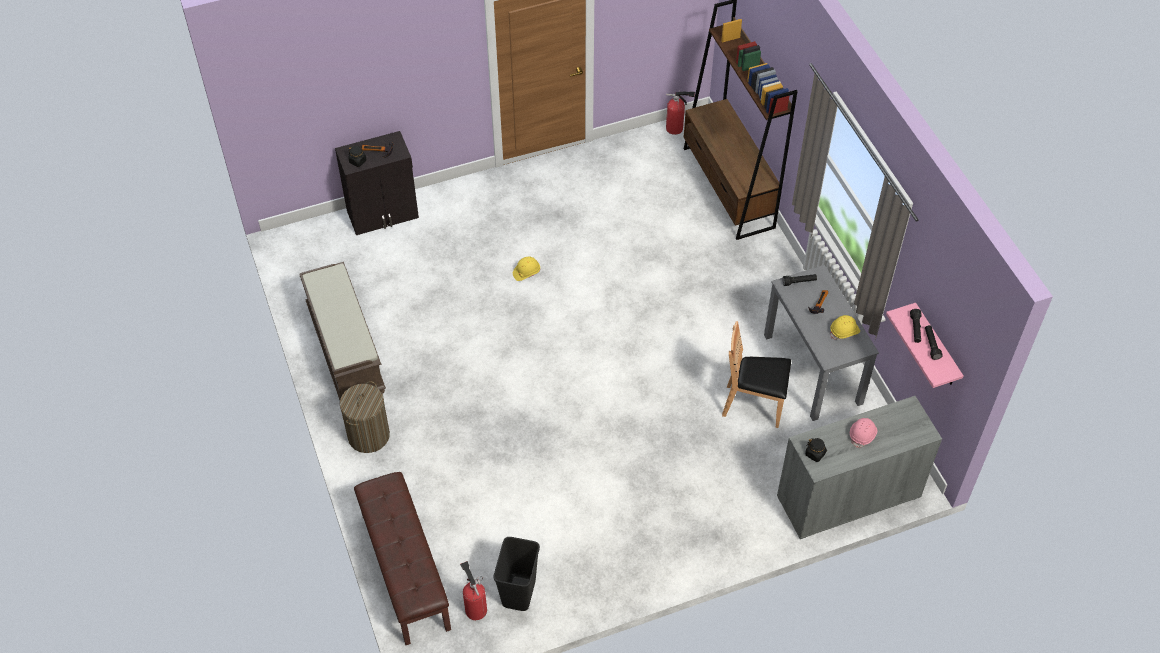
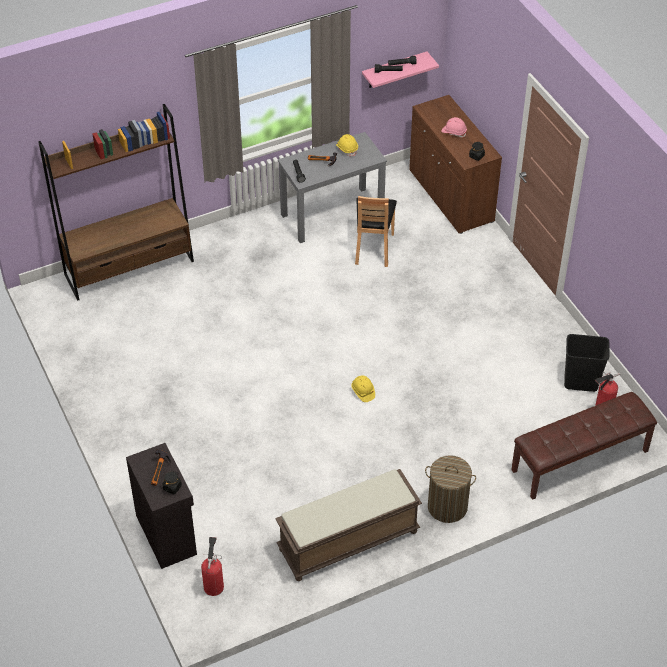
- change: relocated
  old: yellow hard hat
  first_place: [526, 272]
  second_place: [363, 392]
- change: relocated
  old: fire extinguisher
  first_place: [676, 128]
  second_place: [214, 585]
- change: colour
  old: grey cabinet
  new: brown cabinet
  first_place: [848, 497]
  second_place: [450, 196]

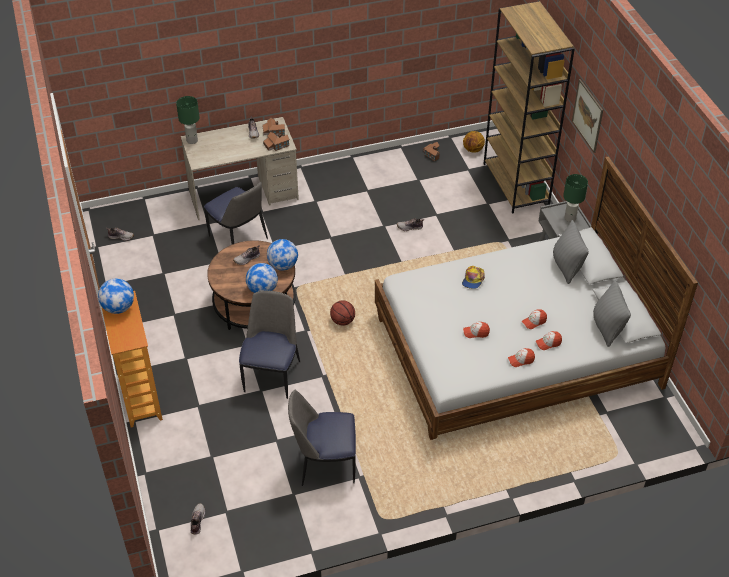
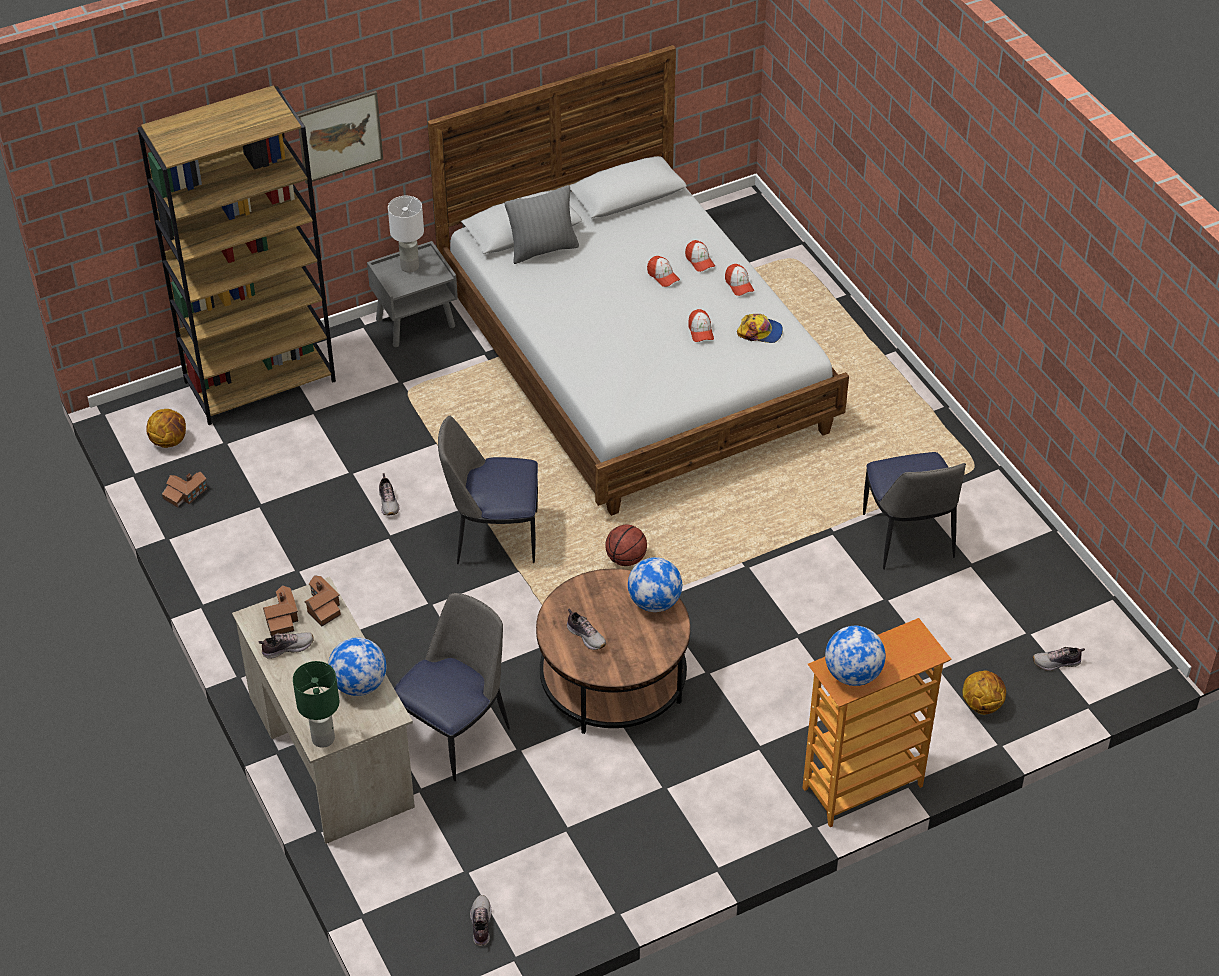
- change: relocated
  old: chair
  first_place: [272, 374]
  second_place: [493, 537]
- change: relocated
  old: globe
  first_place: [283, 265]
  second_place: [359, 685]
- change: relocated
  old: cap
  first_place: [473, 279]
  second_place: [760, 332]
- change: colour
  old: green table lamp
  new: white table lamp
  first_place: [570, 218]
  second_place: [409, 266]
- change: missing
  old: grey pillow
  first_place: [607, 328]
- change: appeared
  new: basketball
  second_place: [981, 704]

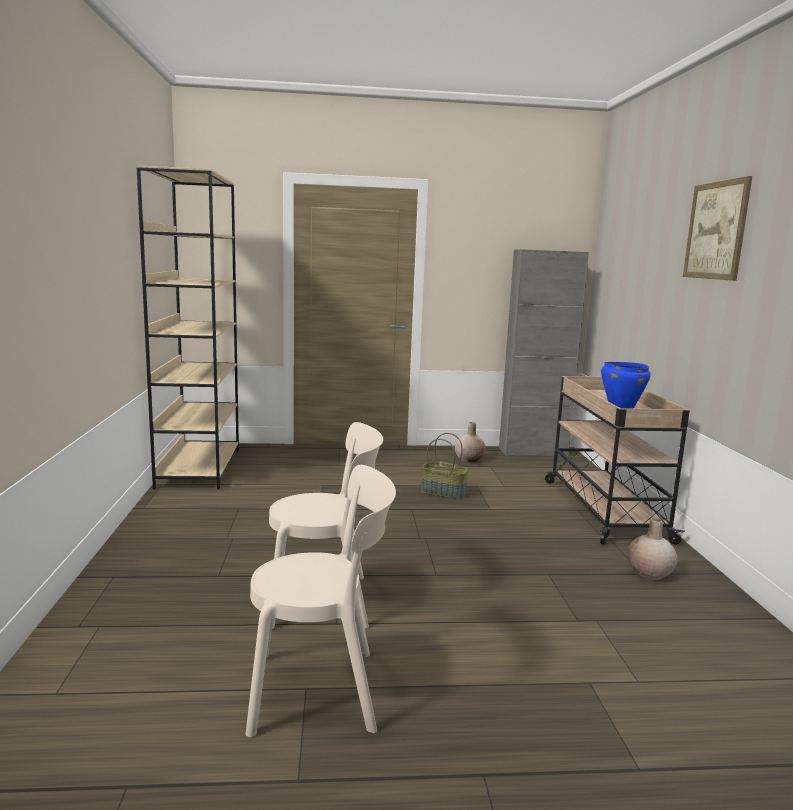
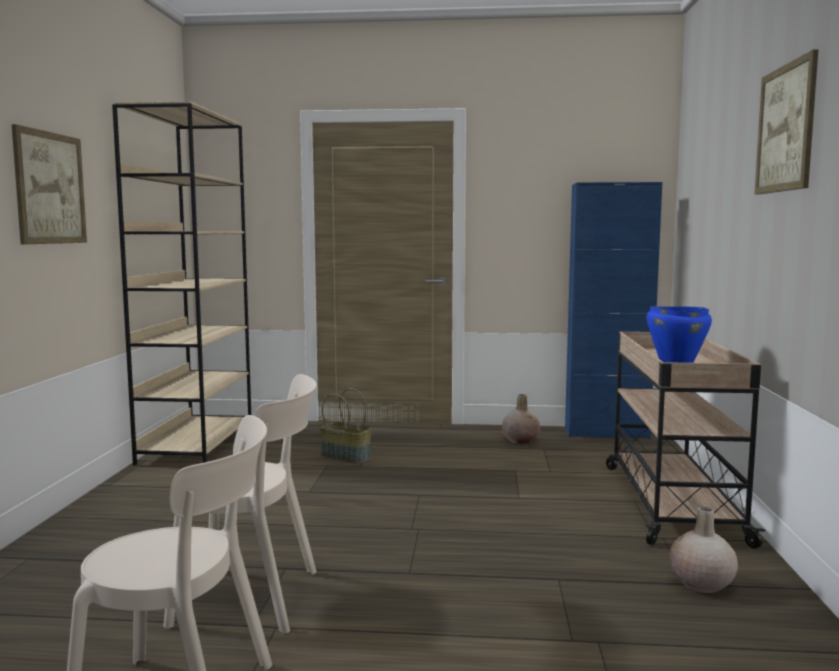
- change: relocated
  old: basket
  first_place: [444, 492]
  second_place: [346, 457]
- change: colour
  old: grey cabinet
  new: blue cabinet
  first_place: [533, 452]
  second_place: [606, 433]
- change: appeared
  new: picture
  second_place: [50, 188]

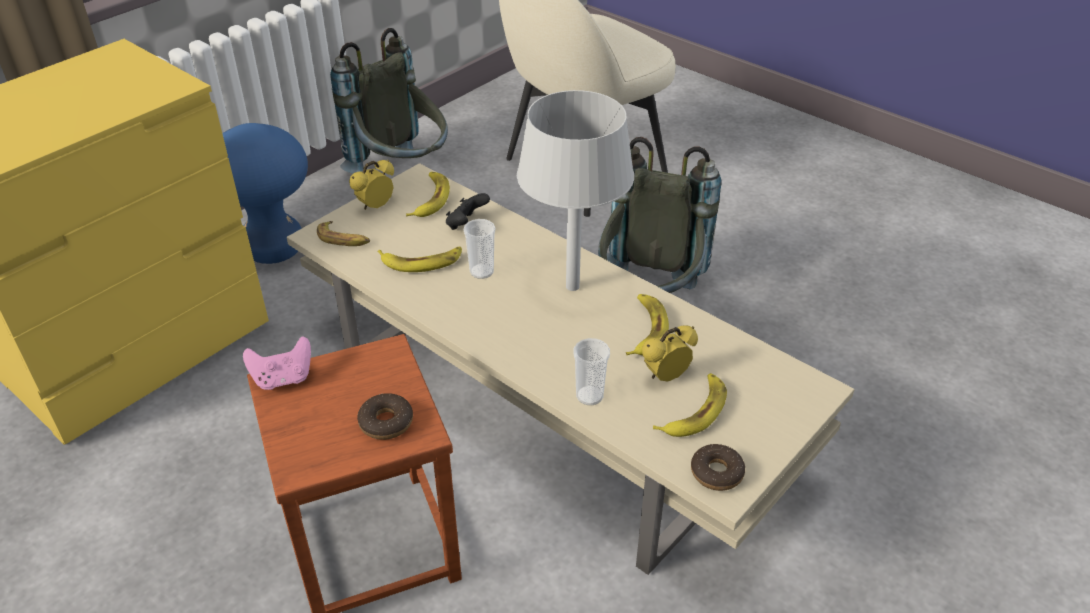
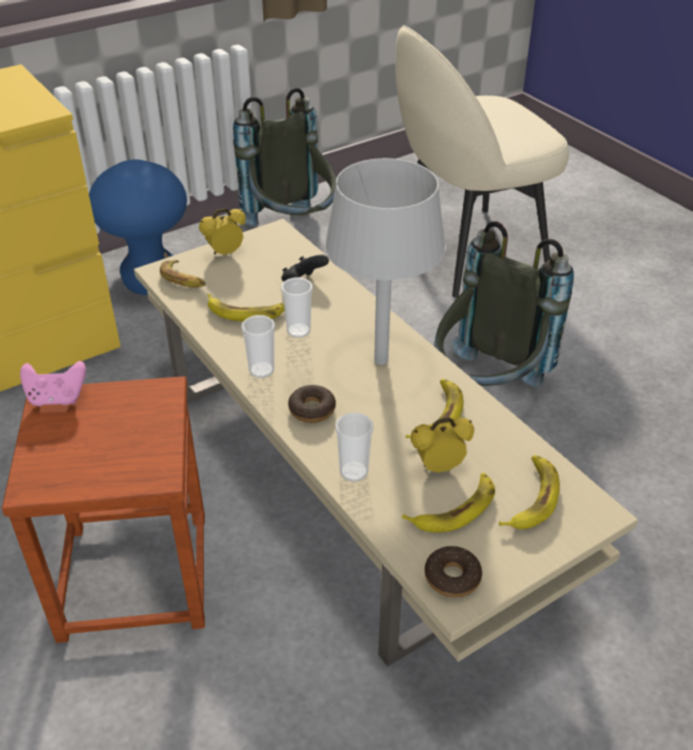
- change: relocated
  old: donut
  first_place: [386, 422]
  second_place: [312, 409]
- change: relocated
  old: banana
  first_place: [430, 199]
  second_place: [531, 498]
- change: appeared
  new: cup
  second_place: [261, 370]

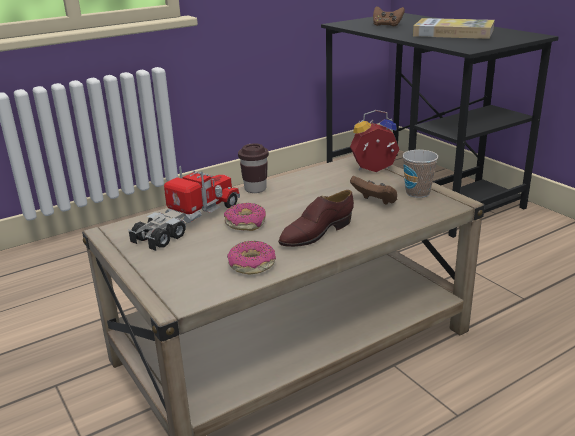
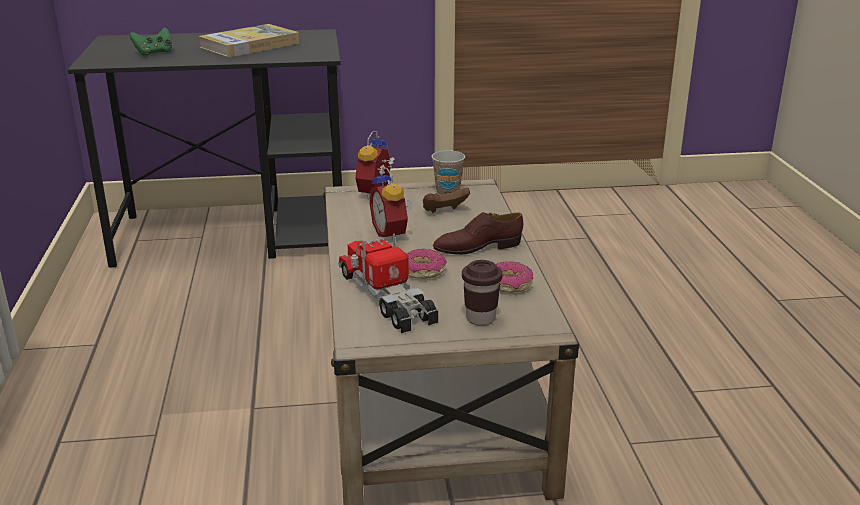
- change: relocated
  old: brown cup
  first_place: [255, 189]
  second_place: [480, 319]
- change: spun
  old: brown shoe
  first_place: [316, 233]
  second_place: [477, 247]
  degrees: 90
- change: colour
  old: brown game controller
  new: green game controller
  first_place: [387, 25]
  second_place: [154, 53]
- change: appeared
  new: alarm clock
  second_place: [392, 234]

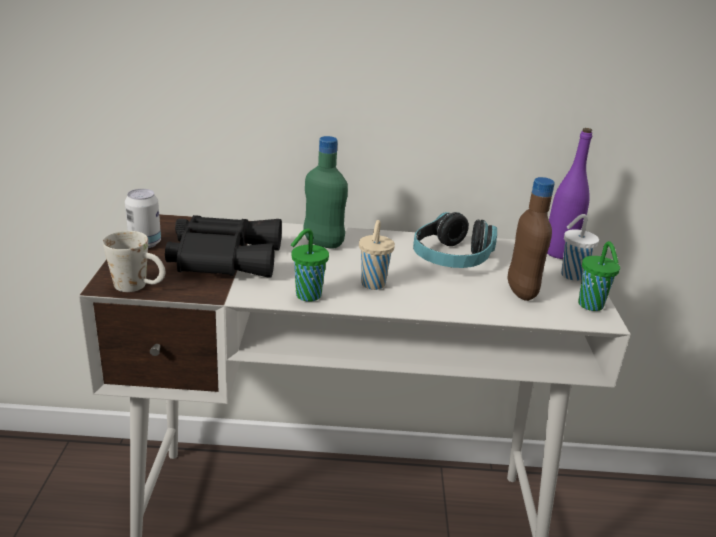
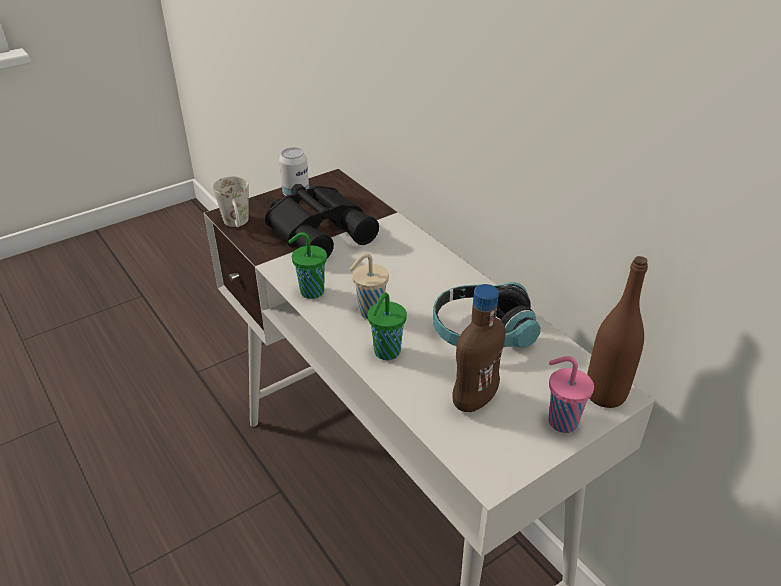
- change: missing
  old: green bottle
  first_place: [323, 243]
- change: colour
  old: purple bottle
  new: brown bottle
  first_place: [559, 252]
  second_place: [605, 394]
- change: colour
  old: white cup
  new: pink cup
  first_place: [570, 275]
  second_place: [561, 421]
- change: relocated
  old: green cup
  first_place: [591, 306]
  second_place: [386, 353]

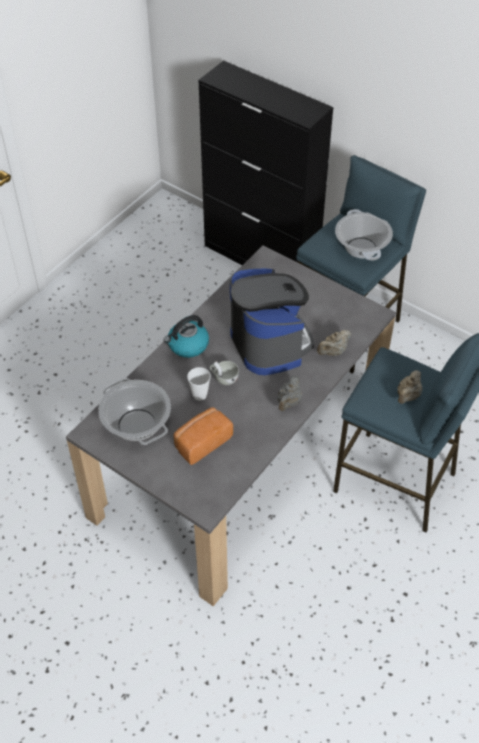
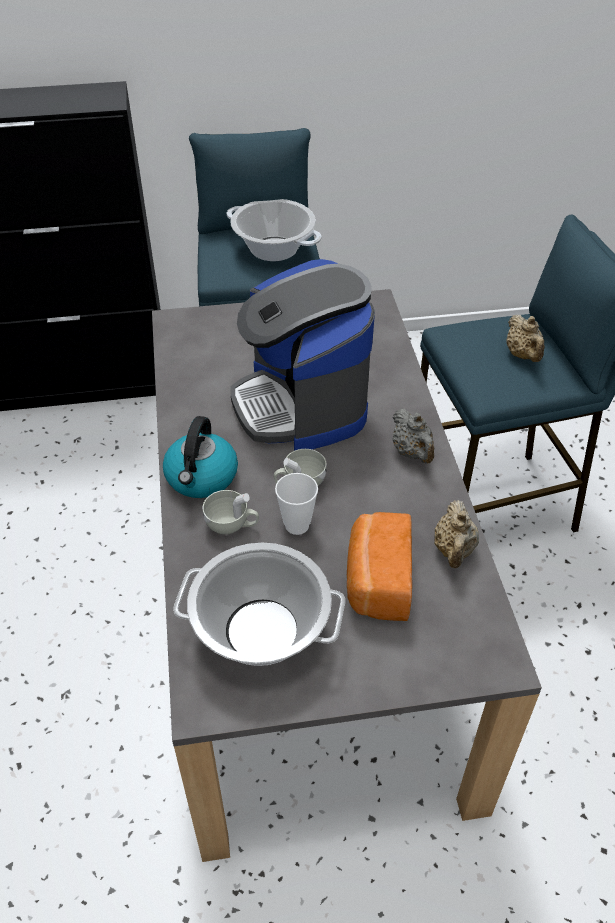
- change: spun
  old: coffee machine
  first_place: [269, 343]
  second_place: [301, 405]
  degrees: -135
- change: relocated
  old: beige teapot
  first_place: [333, 352]
  second_place: [454, 550]
- change: appeared
  new: white cup
  second_place: [232, 525]

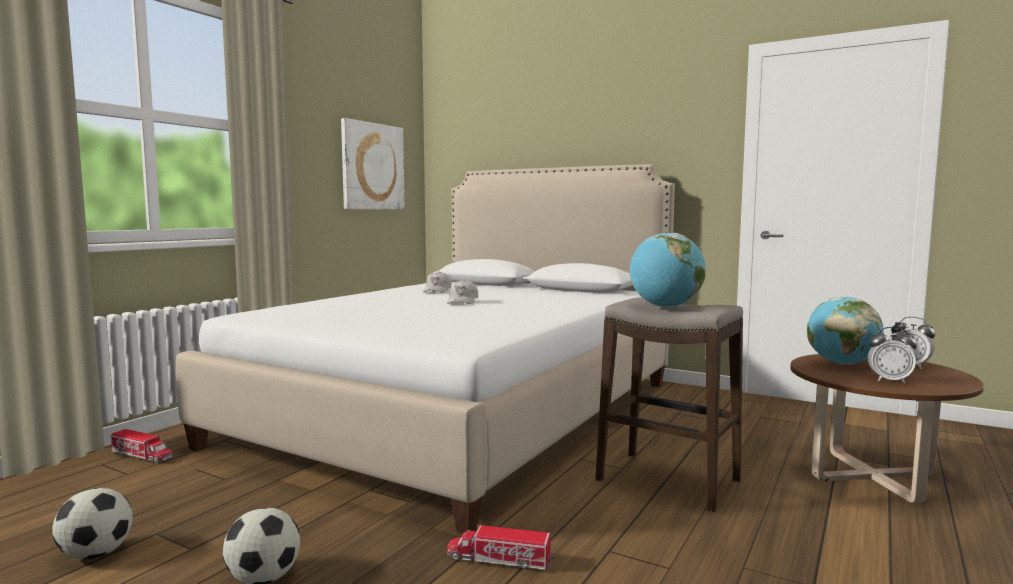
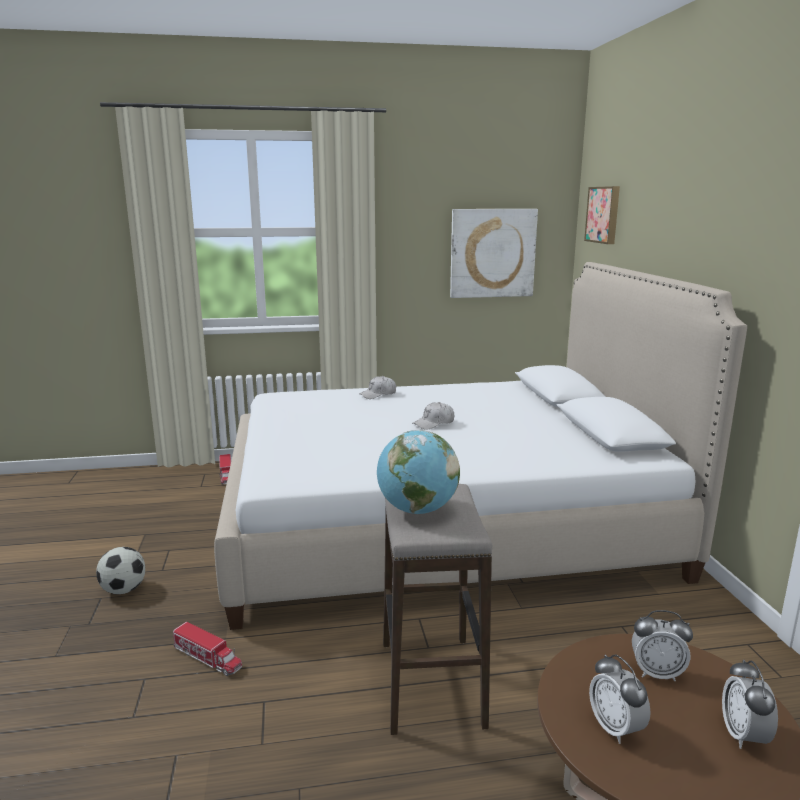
- change: missing
  old: football
  first_place: [96, 553]
- change: relocated
  old: white cap
  first_place: [437, 290]
  second_place: [378, 394]
- change: spun
  old: toy truck
  first_place: [499, 560]
  second_place: [208, 658]
  degrees: 150
- change: exchanged
  old: globe
  new: alarm clock
  first_place: [841, 363]
  second_place: [656, 673]
- change: appeared
  new: picture
  second_place: [604, 214]

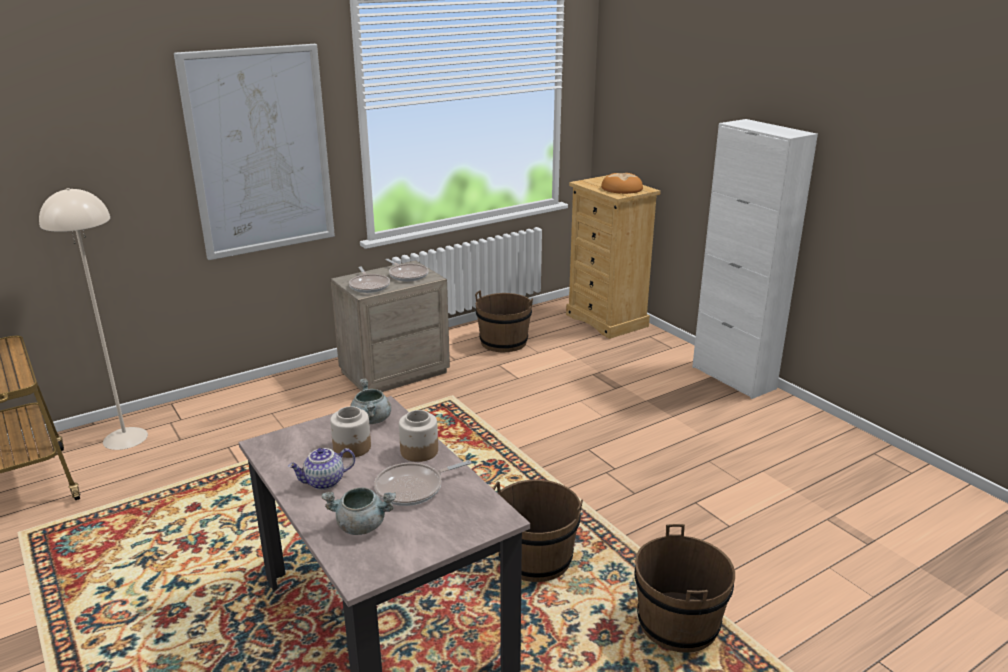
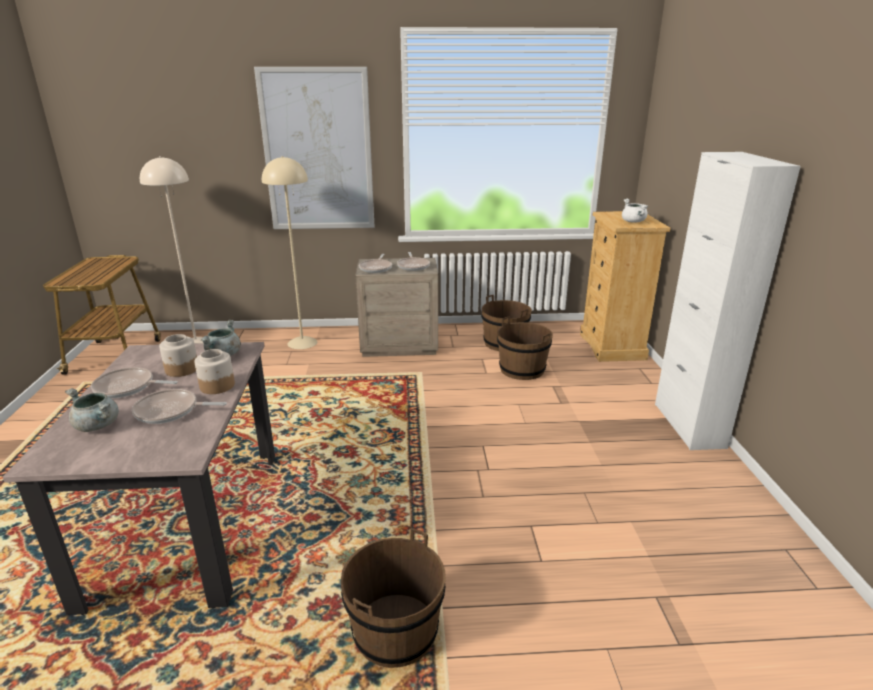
- change: exchanged
  old: teapot
  new: frying pan
  first_place: [324, 482]
  second_place: [127, 387]
- change: relocated
  old: brown bucket
  first_place: [535, 558]
  second_place: [522, 369]
- change: exchanged
  old: bread
  new: white cooking pot
  first_place: [622, 189]
  second_place: [633, 222]
- change: appeared
  new: beige floor lamp
  second_place: [302, 342]

